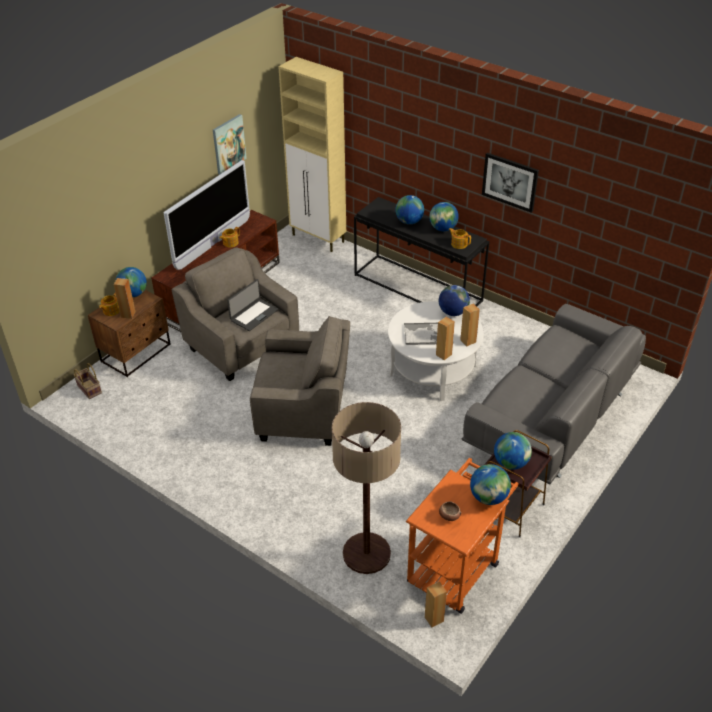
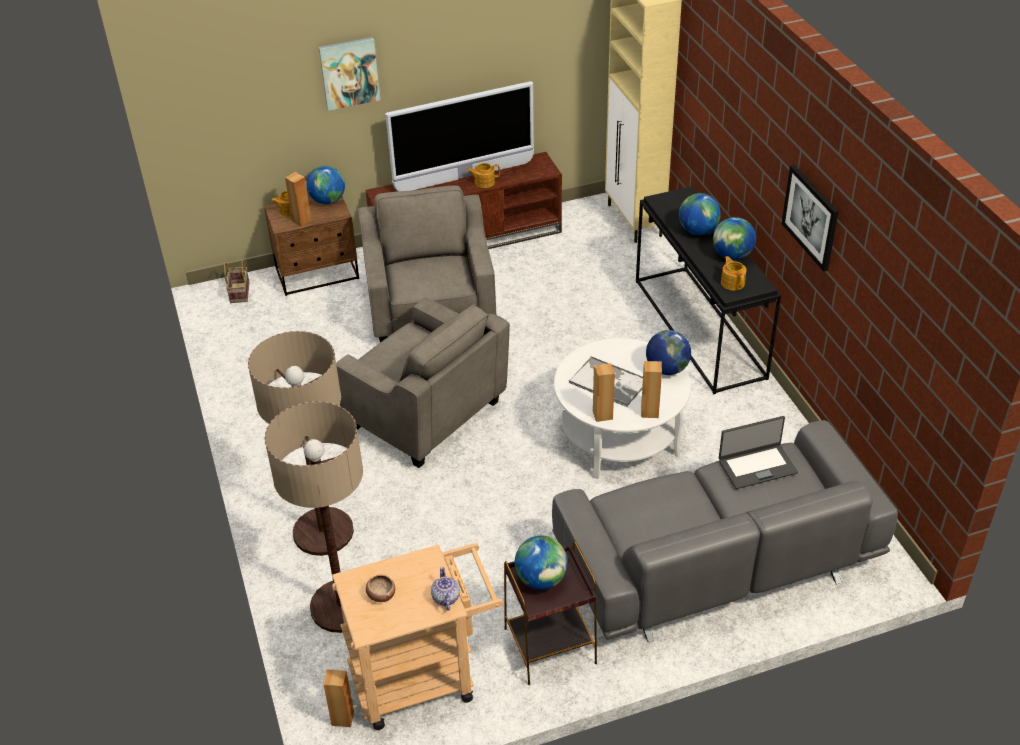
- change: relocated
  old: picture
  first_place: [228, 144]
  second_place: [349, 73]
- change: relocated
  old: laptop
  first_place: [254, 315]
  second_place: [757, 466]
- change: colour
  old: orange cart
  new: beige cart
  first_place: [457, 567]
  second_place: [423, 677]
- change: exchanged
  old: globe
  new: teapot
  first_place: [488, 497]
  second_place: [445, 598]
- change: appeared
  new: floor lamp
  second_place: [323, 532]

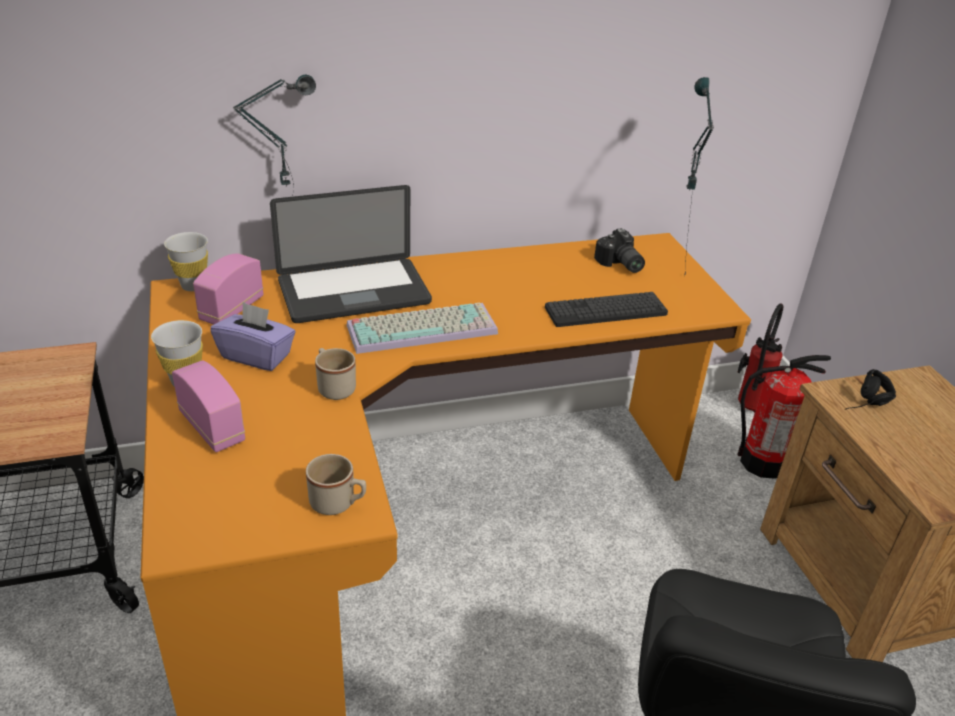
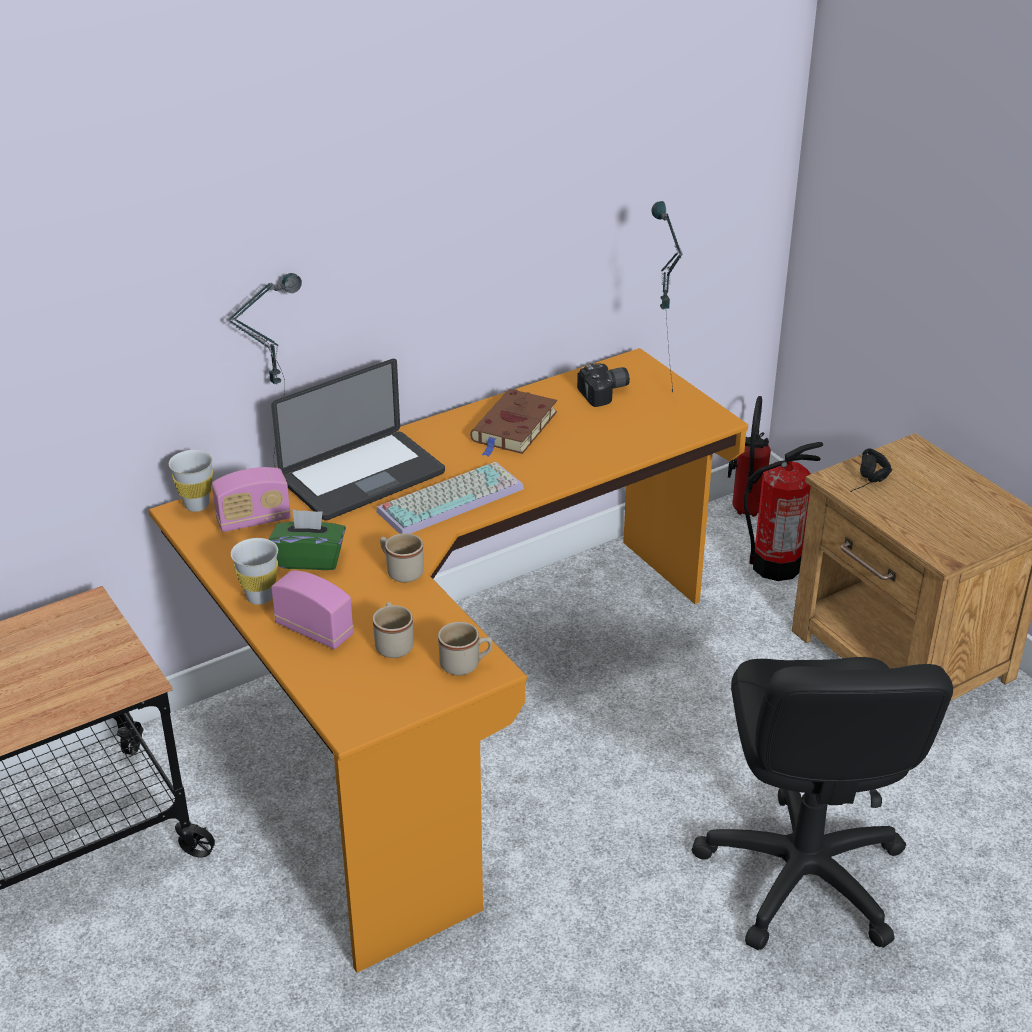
- change: spun
  old: radio
  first_place: [232, 309]
  second_place: [253, 520]
  degrees: -120
- change: colour
  old: purple tissue box
  new: green tissue box
  first_place: [256, 356]
  second_place: [310, 559]
- change: missing
  old: keyboard
  first_place: [605, 311]
- change: spun
  old: photo camera
  first_place: [619, 264]
  second_place: [605, 393]
  degrees: -75
- change: appeared
  new: beige mug
  second_place: [393, 643]
- change: appeared
  new: brown book
  second_place: [514, 428]

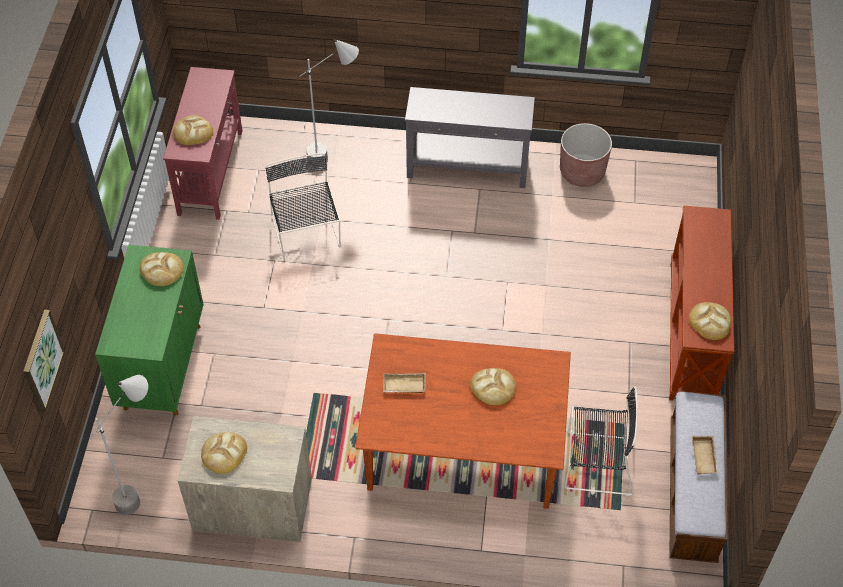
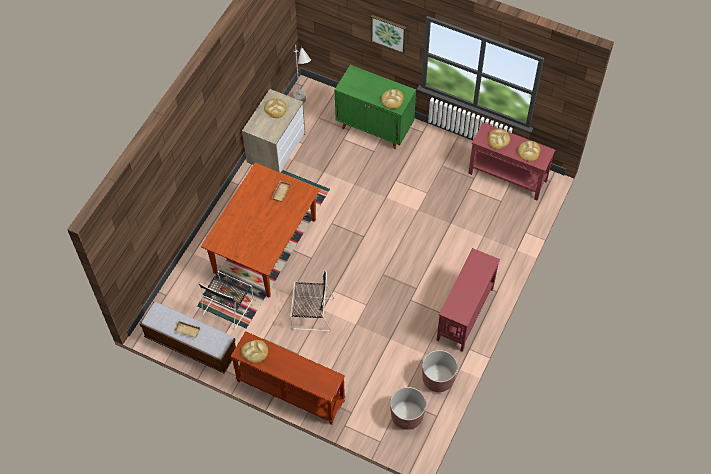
- change: relocated
  old: picture
  first_place: [42, 360]
  second_place: [388, 33]
- change: relocated
  old: black chair
  first_place: [306, 234]
  second_place: [311, 313]
- change: missing
  old: grey floor lamp
  first_place: [335, 158]
- change: colour
  old: grey console table
  new: red console table
  first_place: [468, 167]
  second_place: [464, 314]
- change: relocated
  old: bread
  first_place: [493, 387]
  second_place: [528, 152]
- change: appeared
  new: brown planter
  second_place: [407, 415]

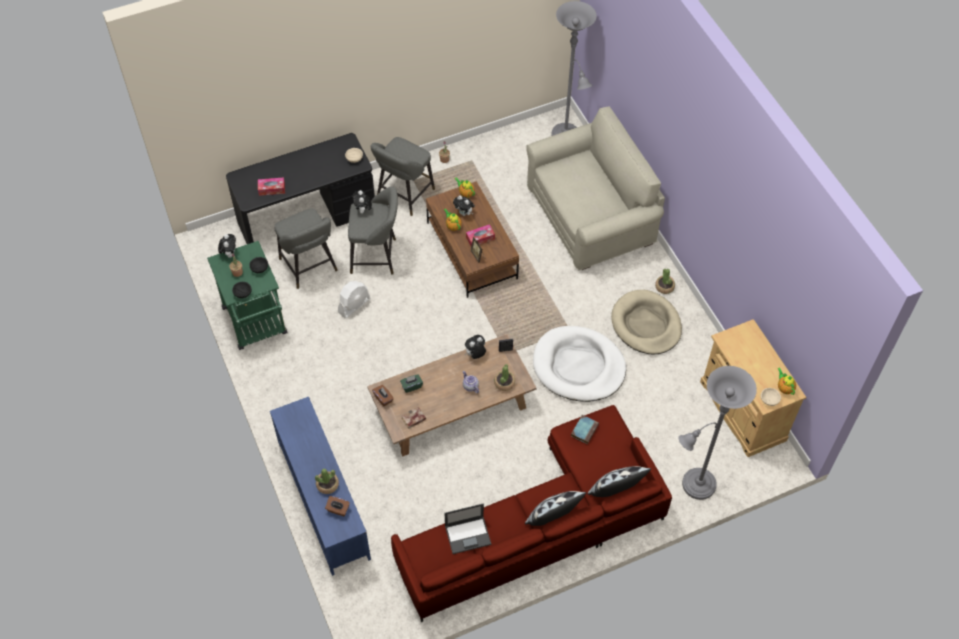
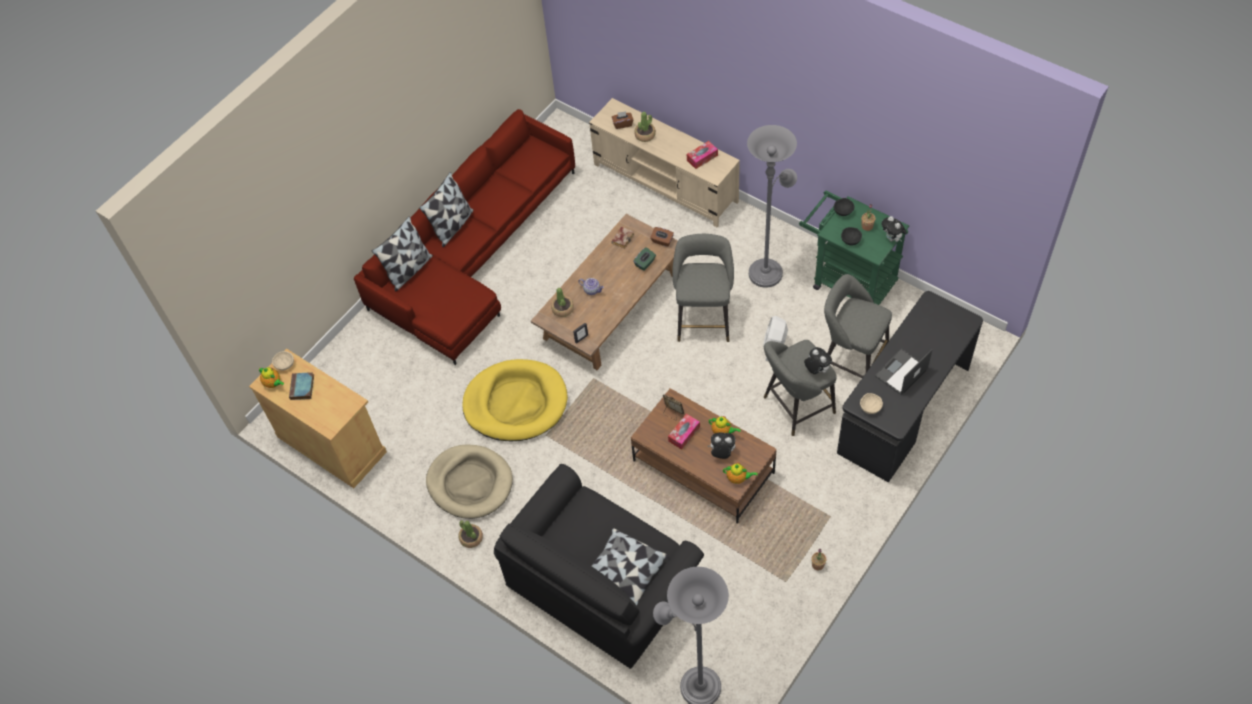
- change: relocated
  old: tissue box
  first_place: [272, 189]
  second_place: [702, 158]
- change: colour
  old: blue tv stand
  new: beige tv stand
  first_place: [323, 499]
  second_place: [665, 183]
- change: relocated
  old: grey stool
  first_place: [403, 195]
  second_place: [703, 318]
- change: relocated
  old: laptop
  first_place: [468, 535]
  second_place: [901, 373]
- change: missing
  old: plush toy
  first_place: [475, 355]
- change: colour
  old: beige sofa
  new: black sofa
  first_place: [590, 216]
  second_place: [601, 583]
- change: colour
  old: white dog bed
  new: yellow dog bed
  first_place: [578, 366]
  second_place: [515, 403]
- change: relocated
  old: book
  first_place: [584, 430]
  second_place: [302, 388]
- change: relocated
  old: grey floor lamp
  first_place: [694, 486]
  second_place: [768, 270]
- change: appeared
  new: pillow
  second_place: [626, 573]

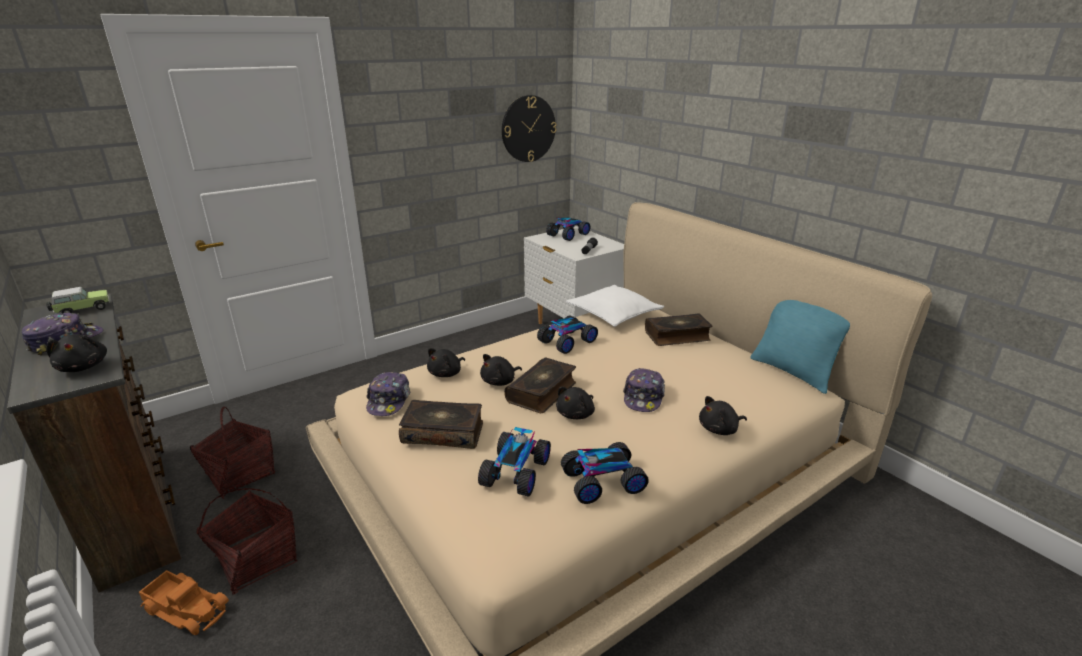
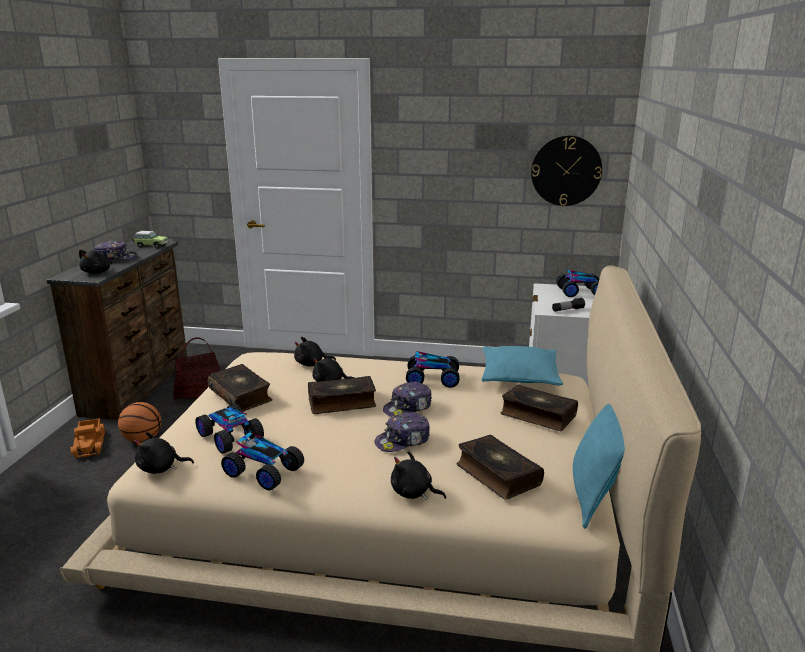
- change: exchanged
  old: basket
  new: basketball
  first_place: [256, 559]
  second_place: [142, 439]
- change: relocated
  old: cap
  first_place: [389, 401]
  second_place: [408, 408]
- change: spun
  old: toy car
  first_place: [514, 472]
  second_place: [231, 436]
  degrees: 75
- change: relocated
  old: black plush toy
  first_place: [576, 414]
  second_place: [160, 468]
- change: colour
  old: white pillow
  new: turquoise pillow
  first_place: [613, 314]
  second_place: [519, 376]
- change: appeared
  new: book
  second_place: [497, 475]

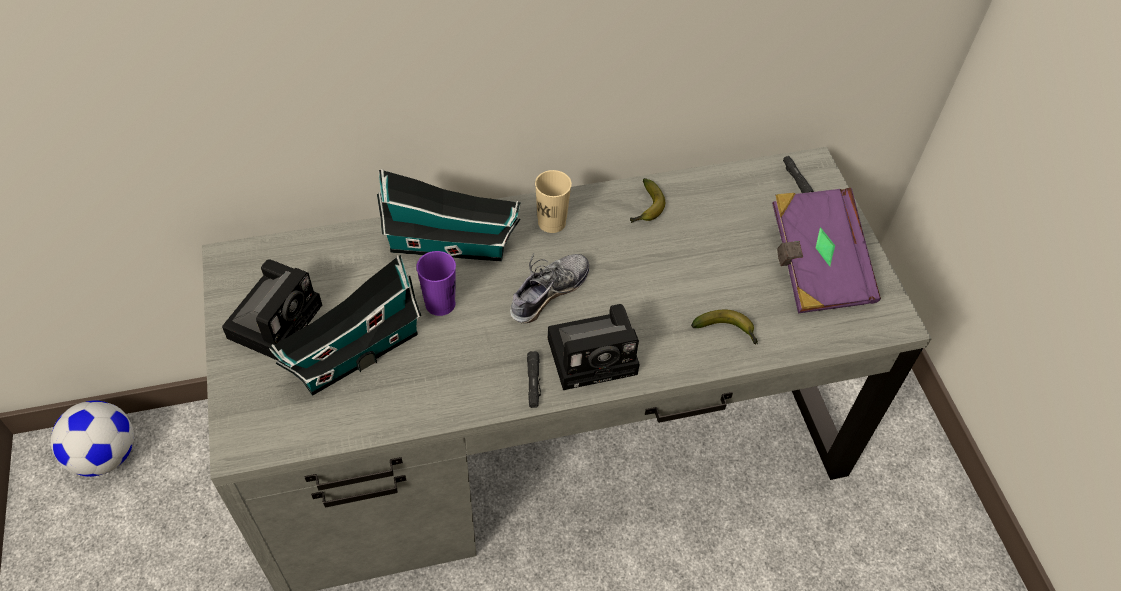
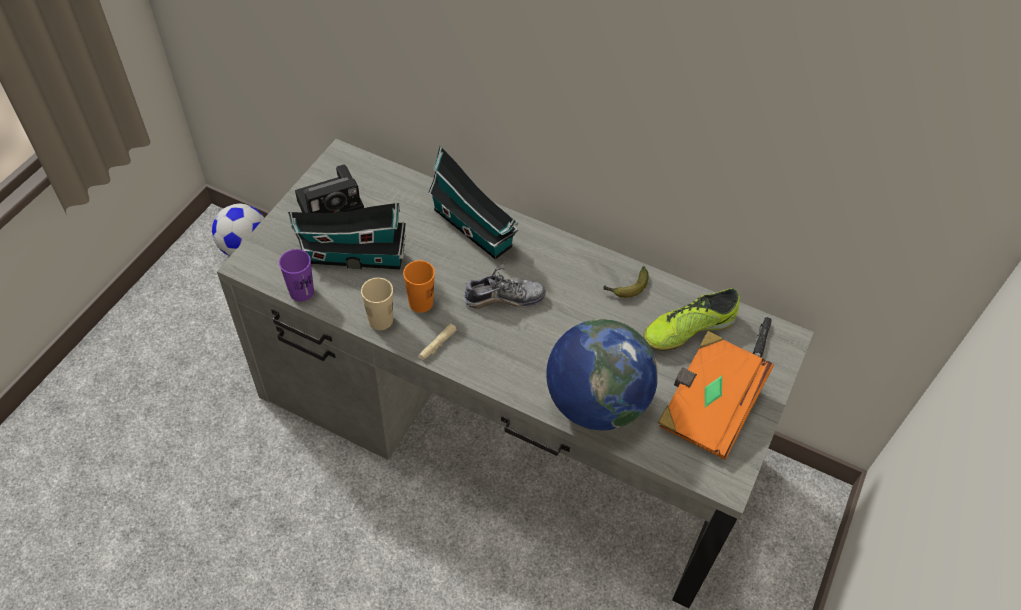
- change: relocated
  old: purple cup
  first_place: [440, 303]
  second_place: [301, 292]
- change: colour
  old: black flashlight
  new: beige flashlight
  first_place: [533, 382]
  second_place: [437, 345]
- change: relocated
  old: beige cup
  first_place: [551, 222]
  second_place: [380, 320]
- change: missing
  old: photo camera
  first_place: [595, 354]
- change: exchanged
  old: banana
  new: globe
  first_place: [727, 331]
  second_place: [595, 402]
- change: colour
  old: purple book
  new: orange book
  first_place: [816, 266]
  second_place: [708, 406]
- change: appeared
  new: orange cup
  second_place: [421, 303]
- change: appeared
  new: shoe
  second_place: [688, 329]

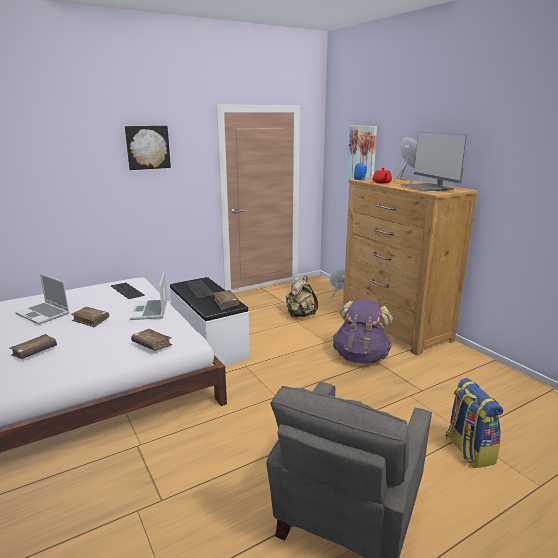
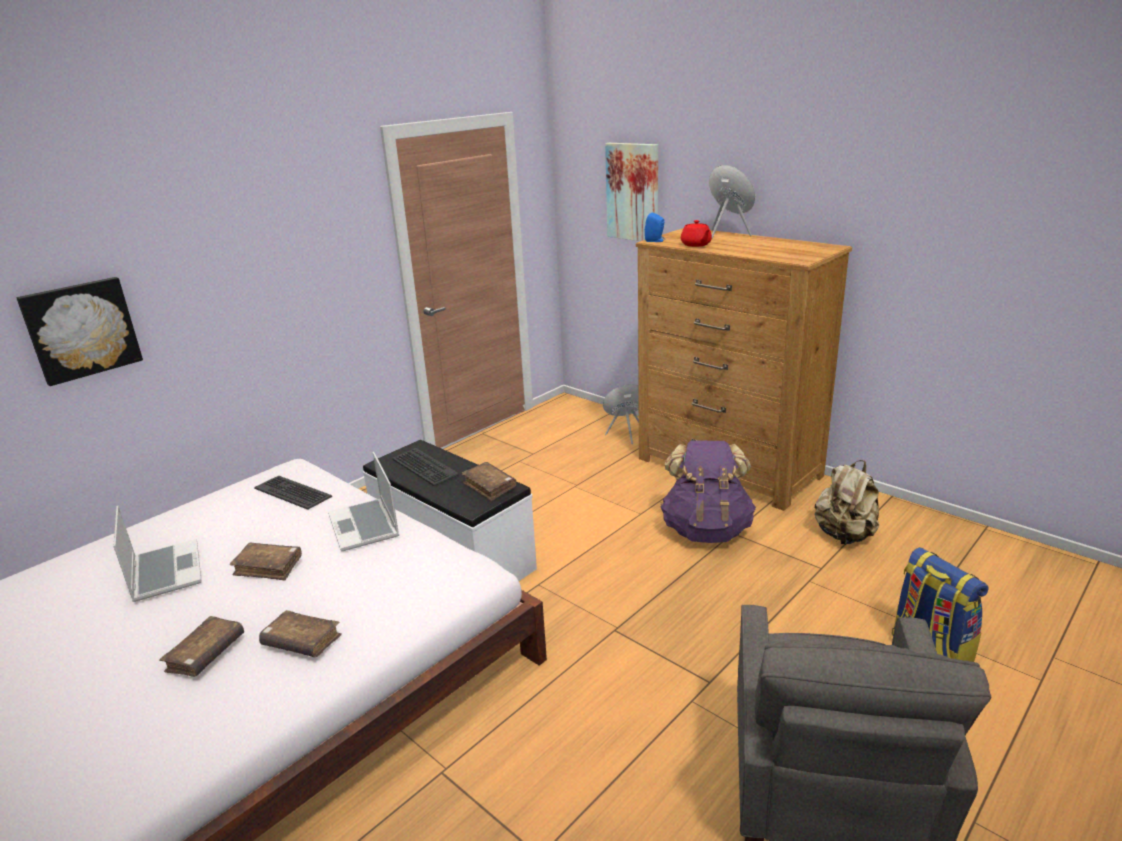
- change: spun
  old: laptop
  first_place: [44, 314]
  second_place: [165, 572]
  degrees: -135
- change: relocated
  old: picture
  first_place: [147, 147]
  second_place: [81, 329]
- change: relocated
  old: brown book
  first_place: [152, 344]
  second_place: [302, 642]
- change: relocated
  old: beige backpack
  first_place: [300, 315]
  second_place: [845, 535]
- change: missing
  old: monitor
  first_place: [427, 188]

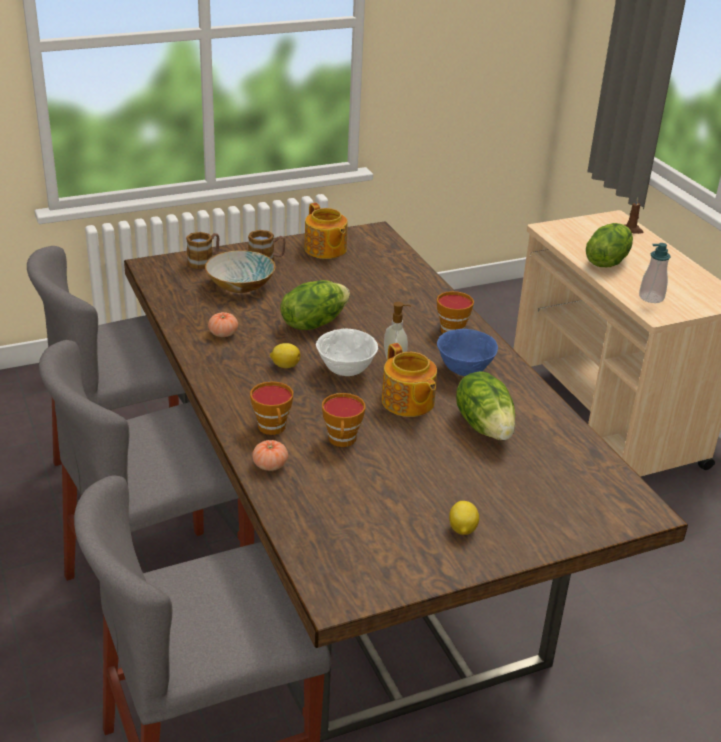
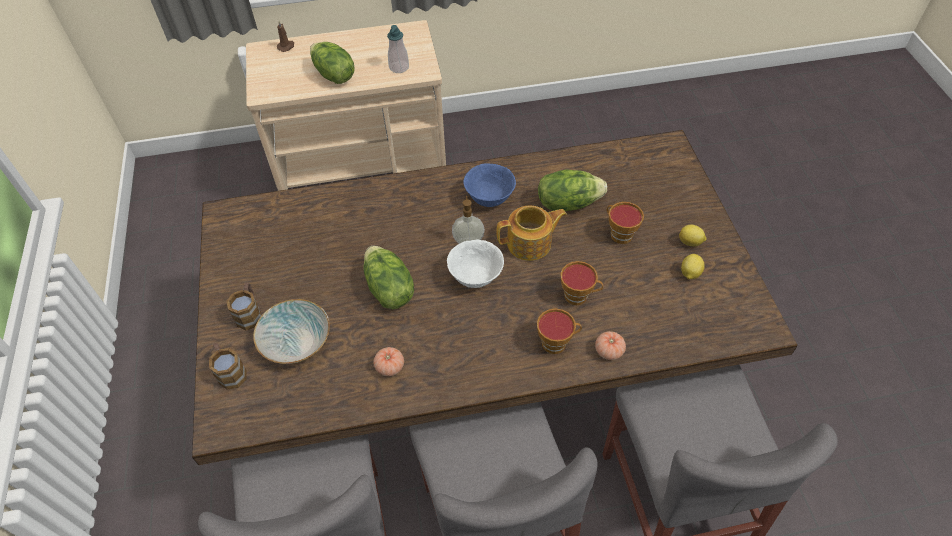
- change: relocated
  old: lemon
  first_place: [285, 365]
  second_place: [689, 273]
- change: missing
  old: teapot
  first_place: [325, 250]
- change: relocated
  old: cup
  first_place: [453, 329]
  second_place: [619, 234]

